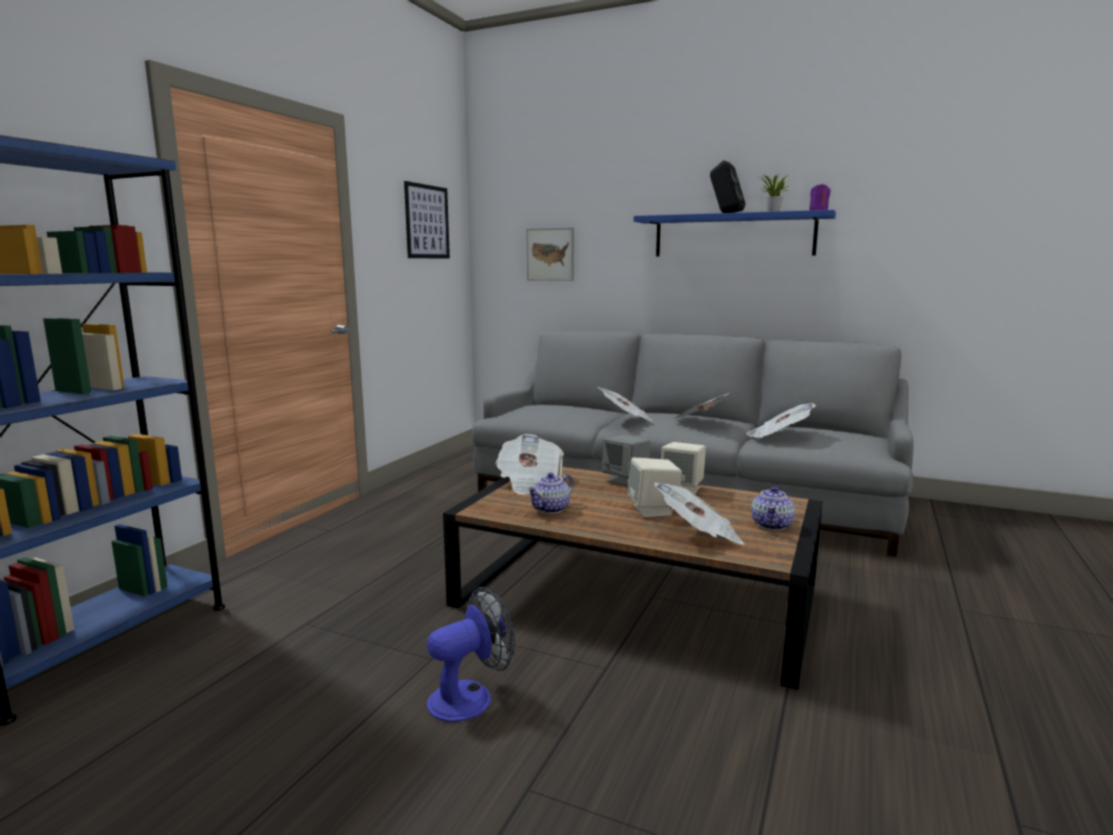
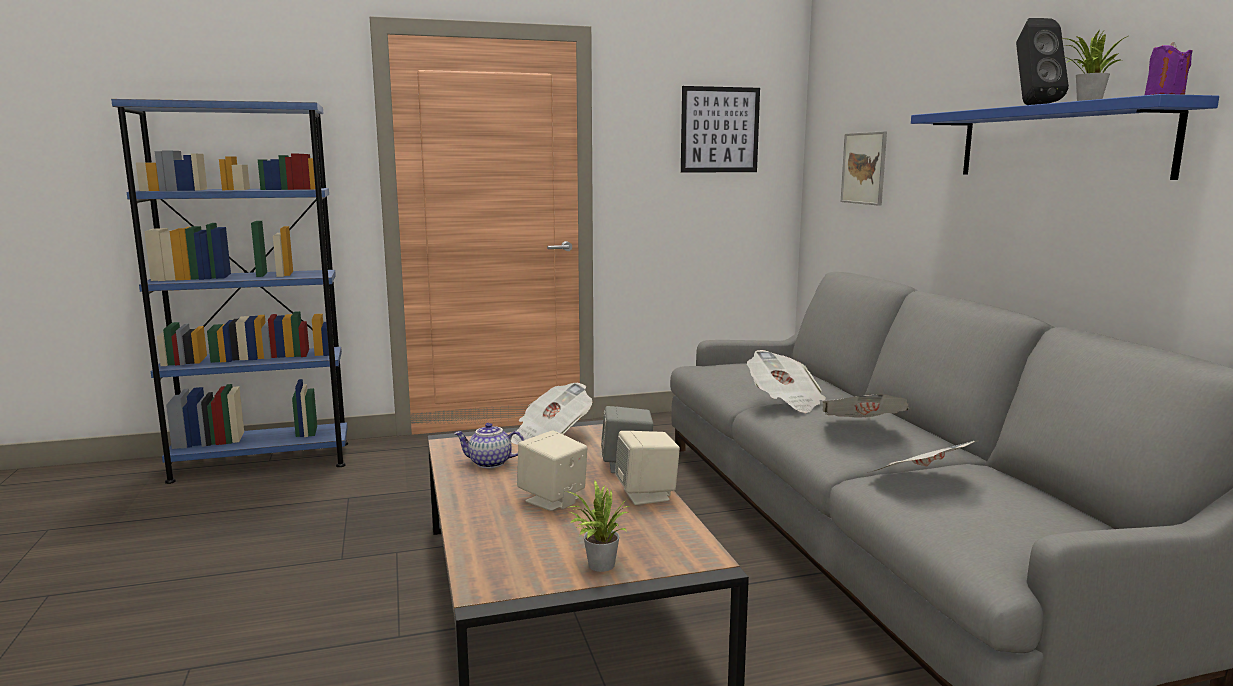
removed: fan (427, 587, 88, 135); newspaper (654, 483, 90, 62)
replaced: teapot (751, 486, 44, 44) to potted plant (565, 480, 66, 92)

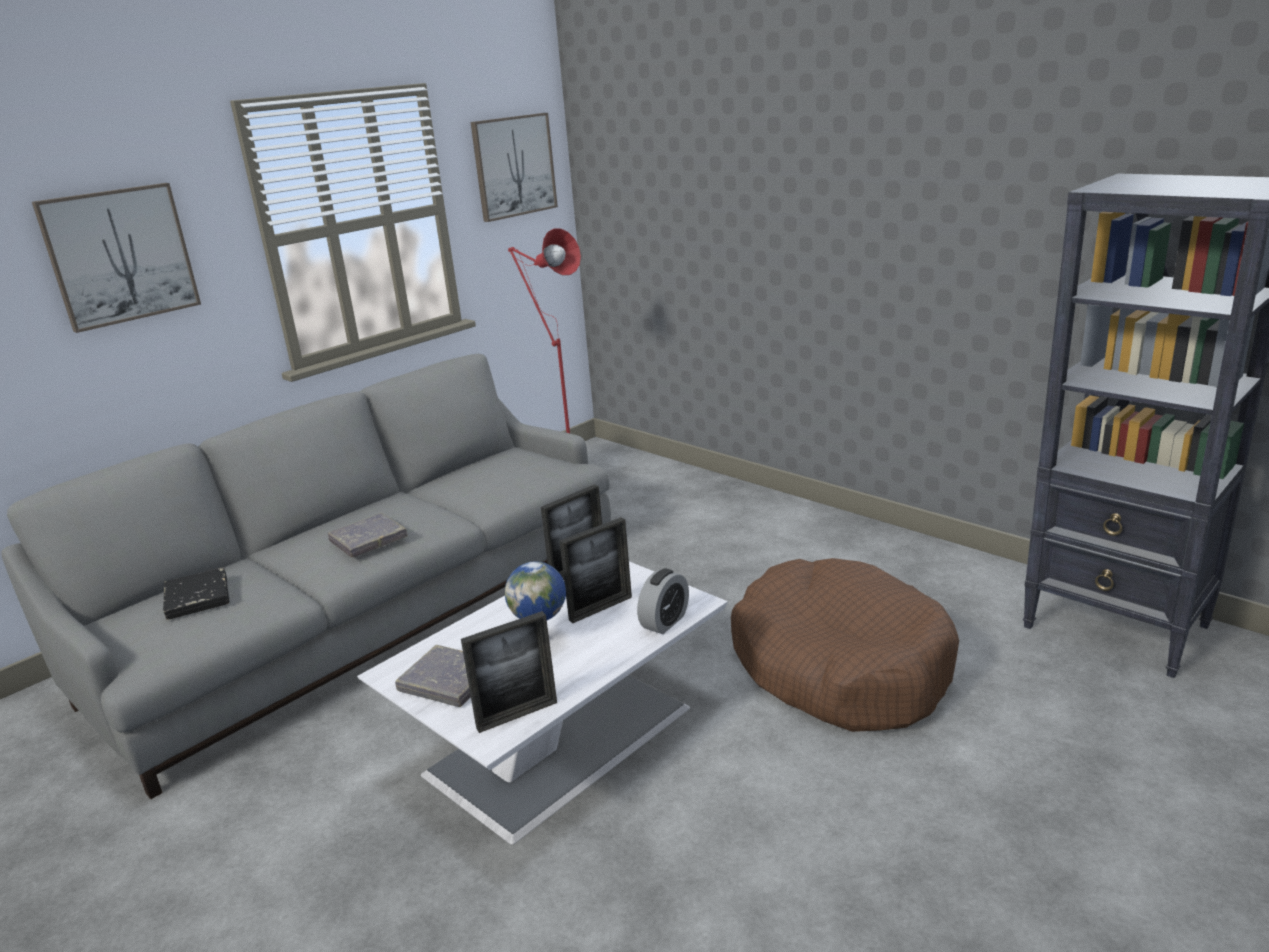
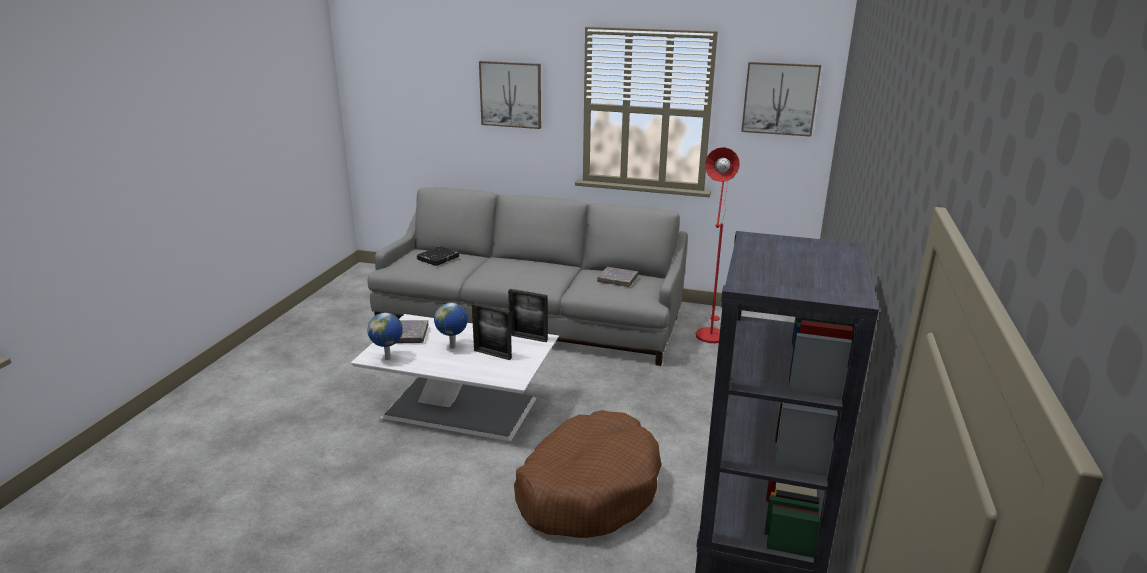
removed: alarm clock (637, 568, 52, 66)
moved: grey book (328, 513, 80, 44) to (597, 267, 41, 20)
replaced: picture frame (461, 611, 96, 122) to globe (367, 313, 36, 47)

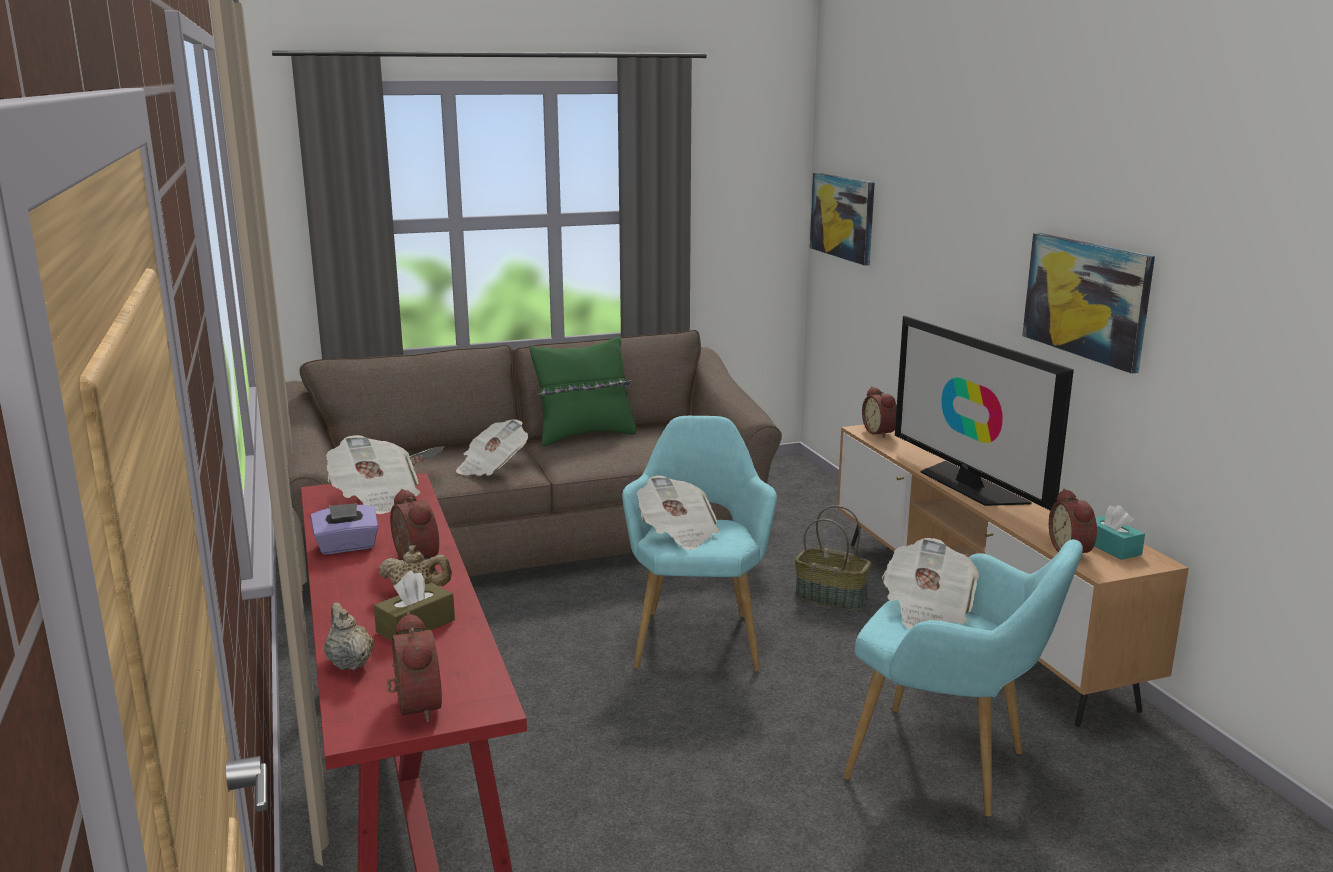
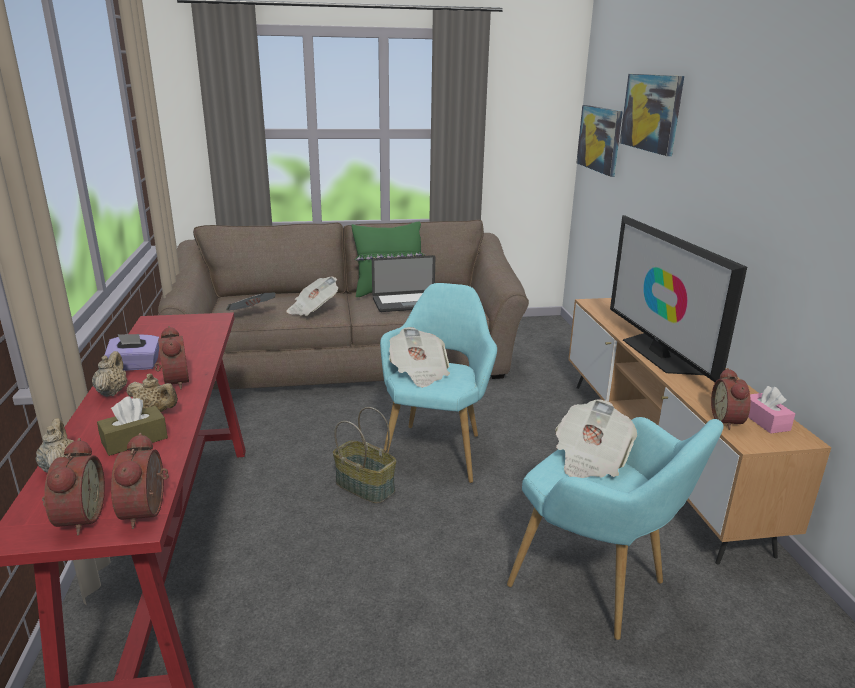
removed: newspaper (326, 435, 94, 79)
added: beige teapot (92, 351, 36, 46); laptop (372, 255, 63, 57)
moved: alarm clock (862, 387, 35, 51) to (111, 433, 58, 96); basket (795, 505, 76, 106) to (333, 407, 63, 96); picture (1022, 233, 133, 141) to (620, 74, 64, 82)
recoloured: turquoise tissue box (1094, 505, 51, 55) to pink tissue box (748, 386, 47, 48)

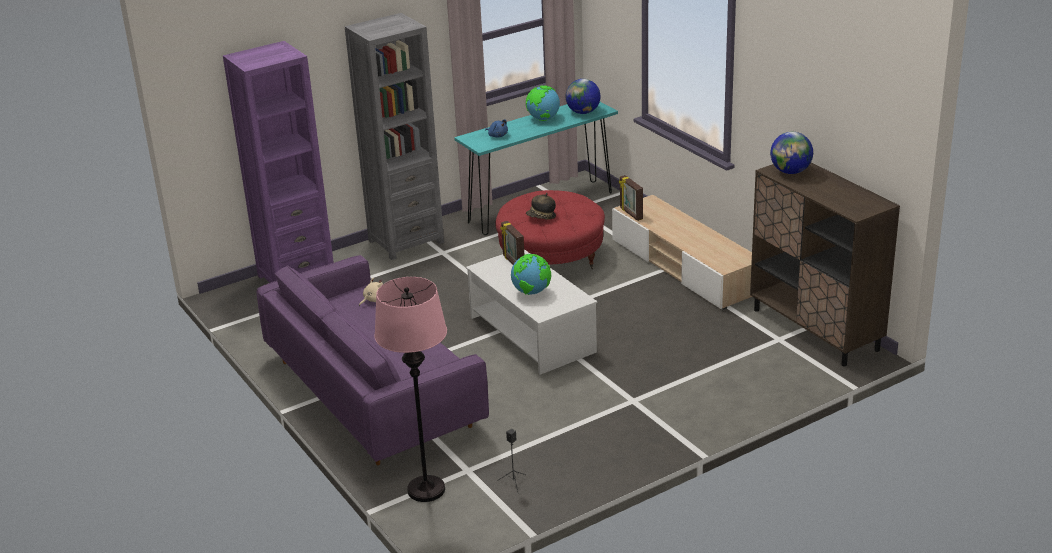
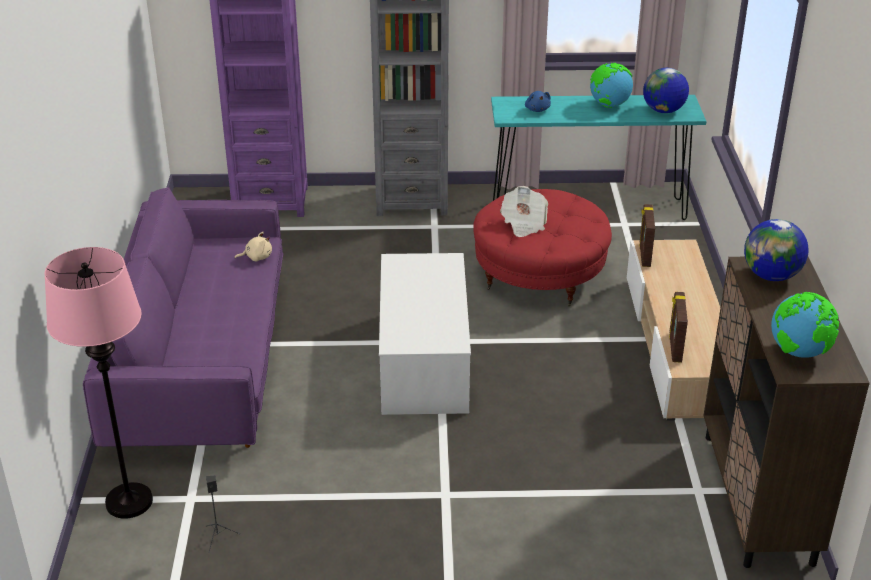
moved: picture frame (500, 221, 24, 44) to (669, 292, 19, 71); globe (511, 254, 40, 41) to (771, 292, 68, 66)
replaced: hat (526, 193, 30, 27) to newspaper (500, 186, 48, 51)

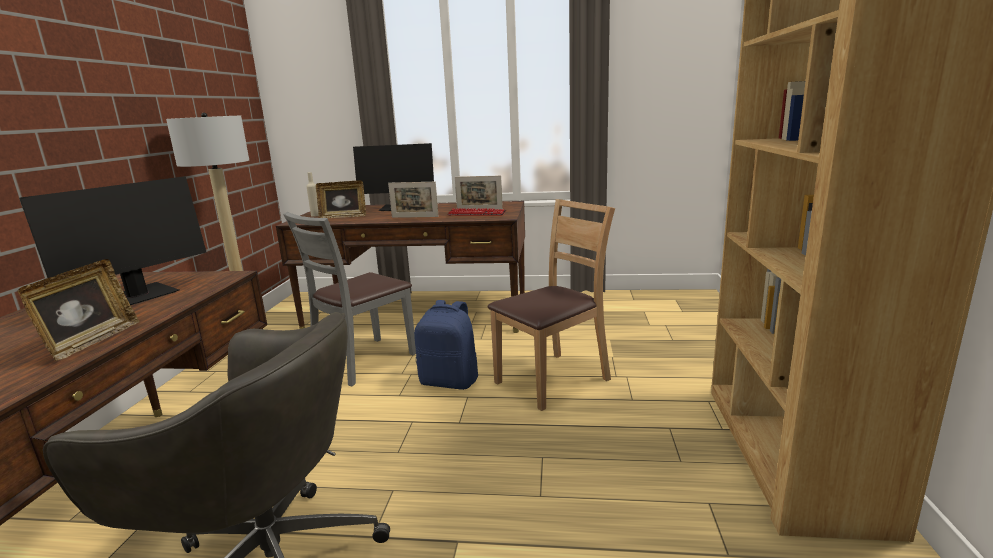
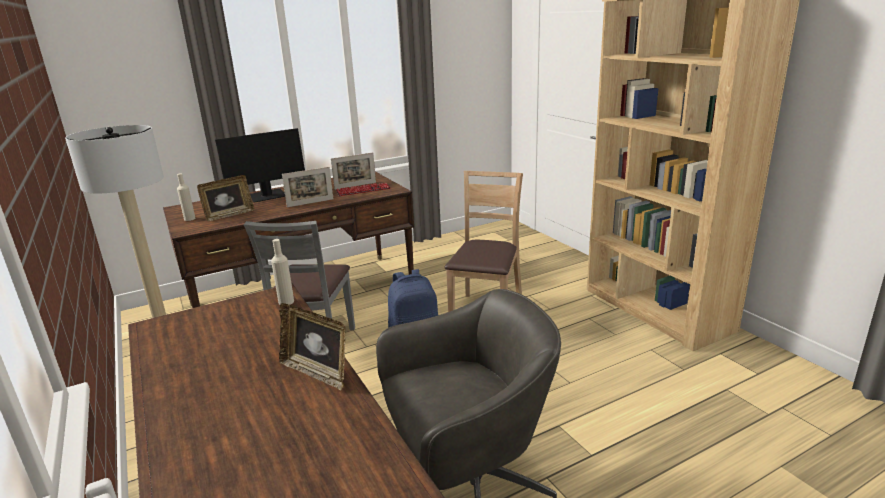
removed: monitor (19, 176, 188, 130)
added: beige bottle (271, 239, 23, 66)
turned: picture frame (17, 259, 123, 102) = (279, 303, 67, 88) 150 degrees clockwise

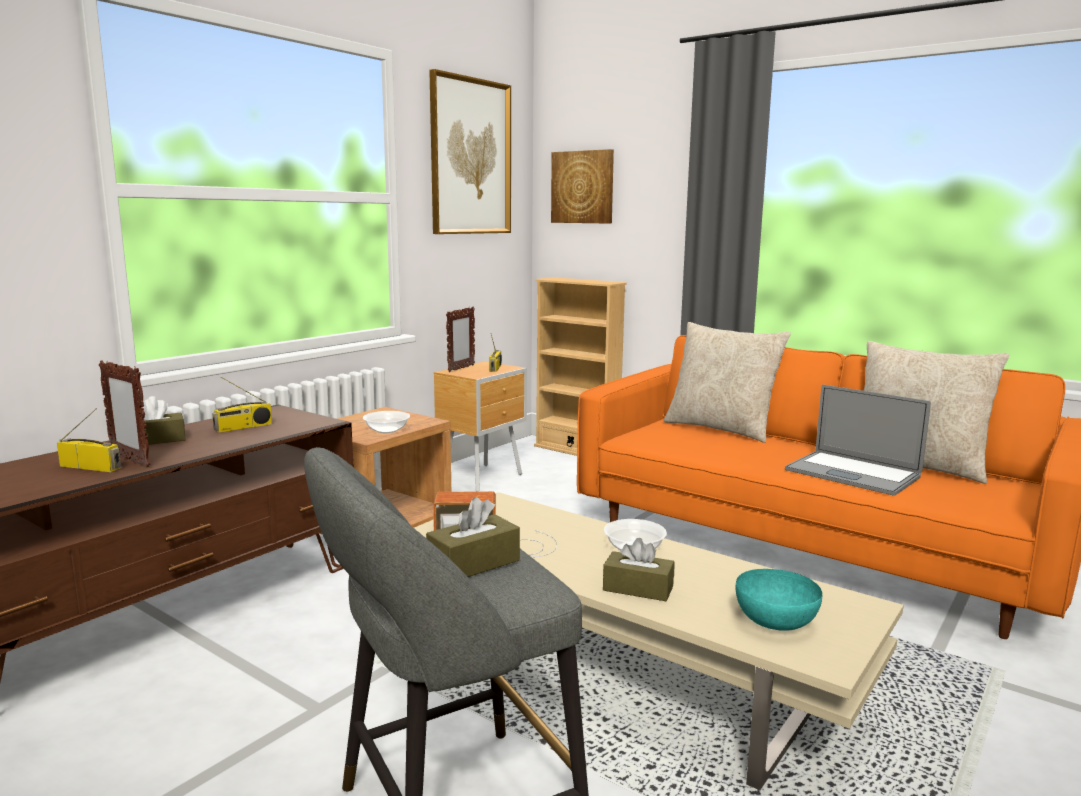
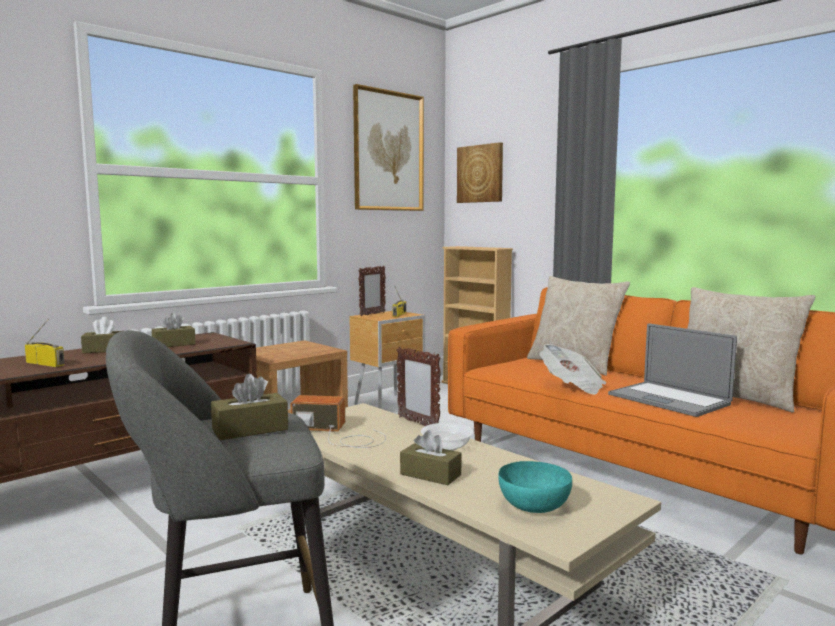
removed: bowl (363, 411, 47, 22)
added: newspaper (540, 344, 66, 51)
moved: picture frame (99, 360, 51, 107) to (396, 347, 45, 79)
replaced: radio (212, 377, 60, 56) to brown tissue box (152, 313, 44, 34)

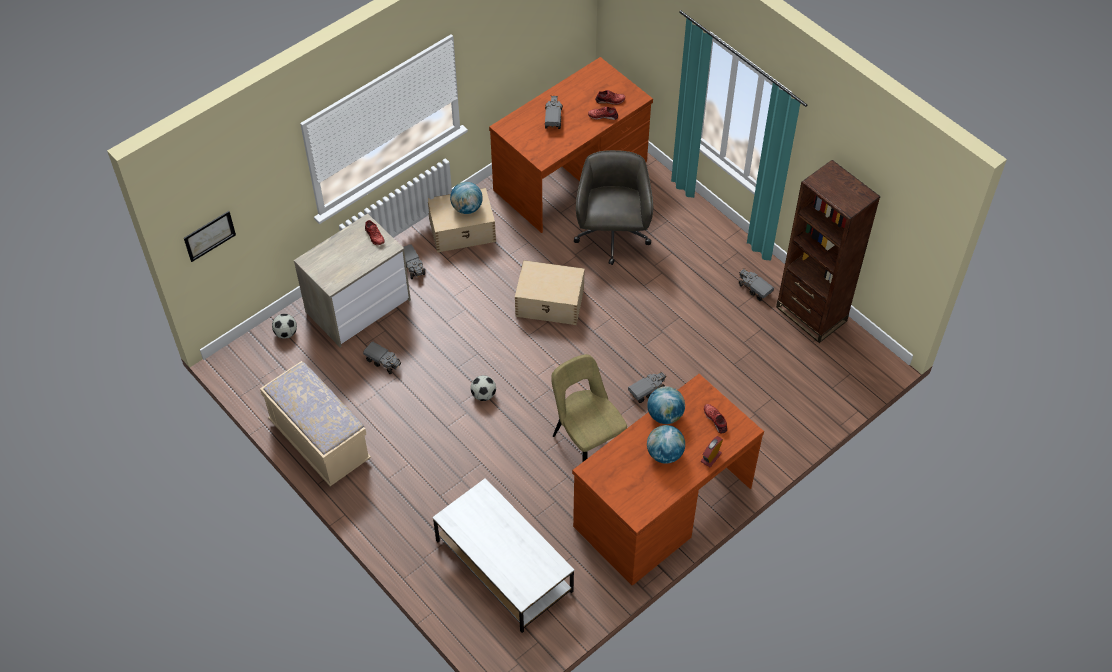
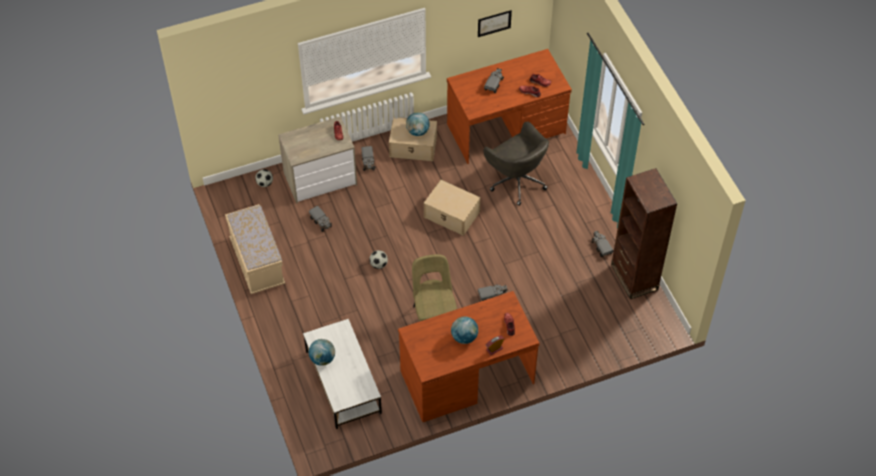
moved: globe (647, 386, 38, 38) to (309, 339, 26, 27); picture (184, 211, 52, 51) to (478, 10, 34, 27)
turned: grey office chair (574, 150, 79, 115) = (483, 122, 66, 84) 120 degrees clockwise

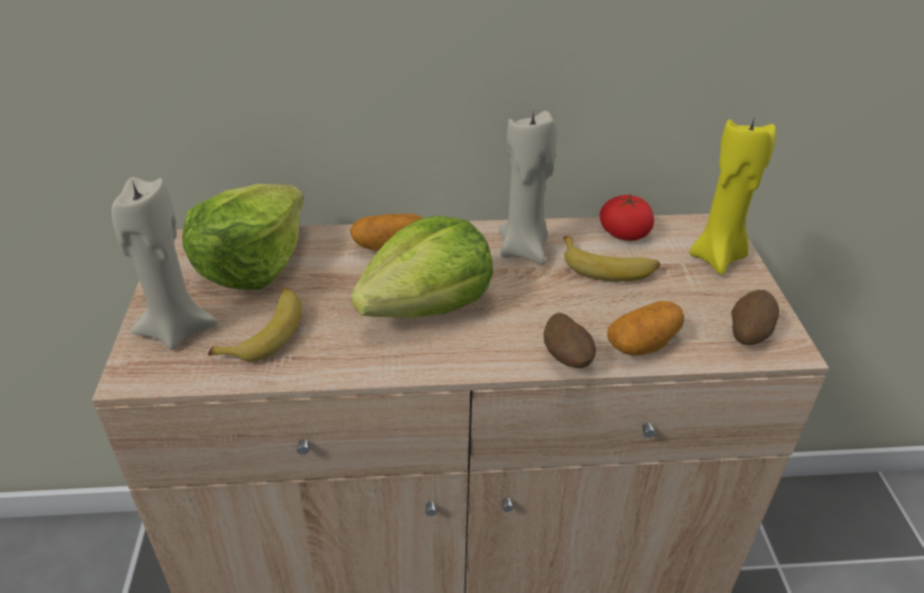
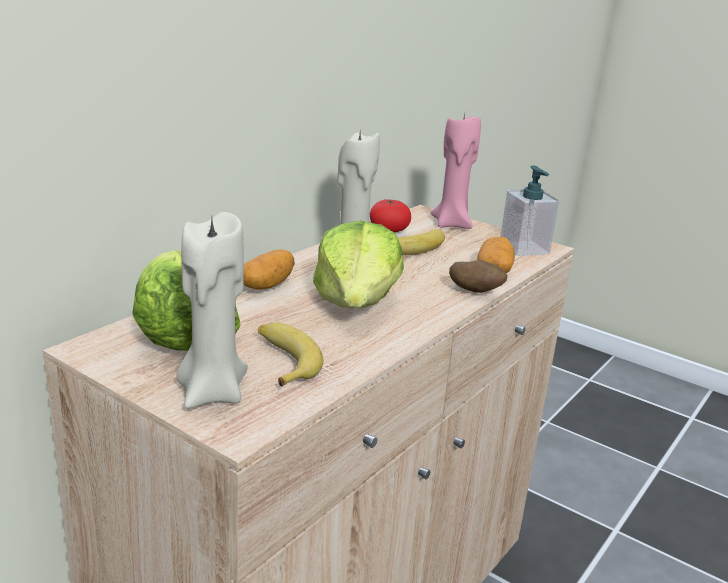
replaced: potato (732, 290, 47, 55) to soap dispenser (500, 166, 59, 90)
recoloured: yellow candle (690, 116, 86, 159) to pink candle (430, 113, 51, 116)

